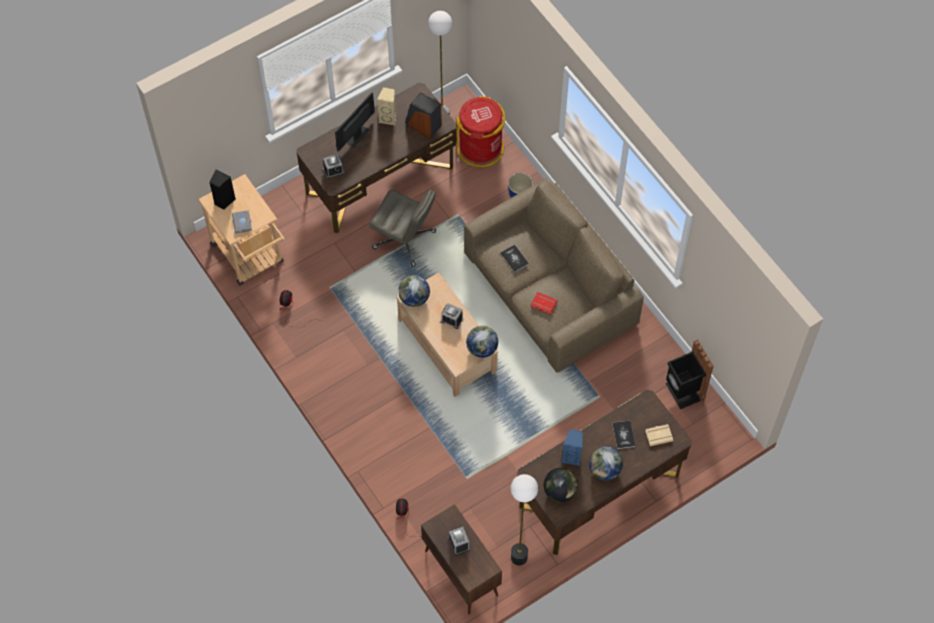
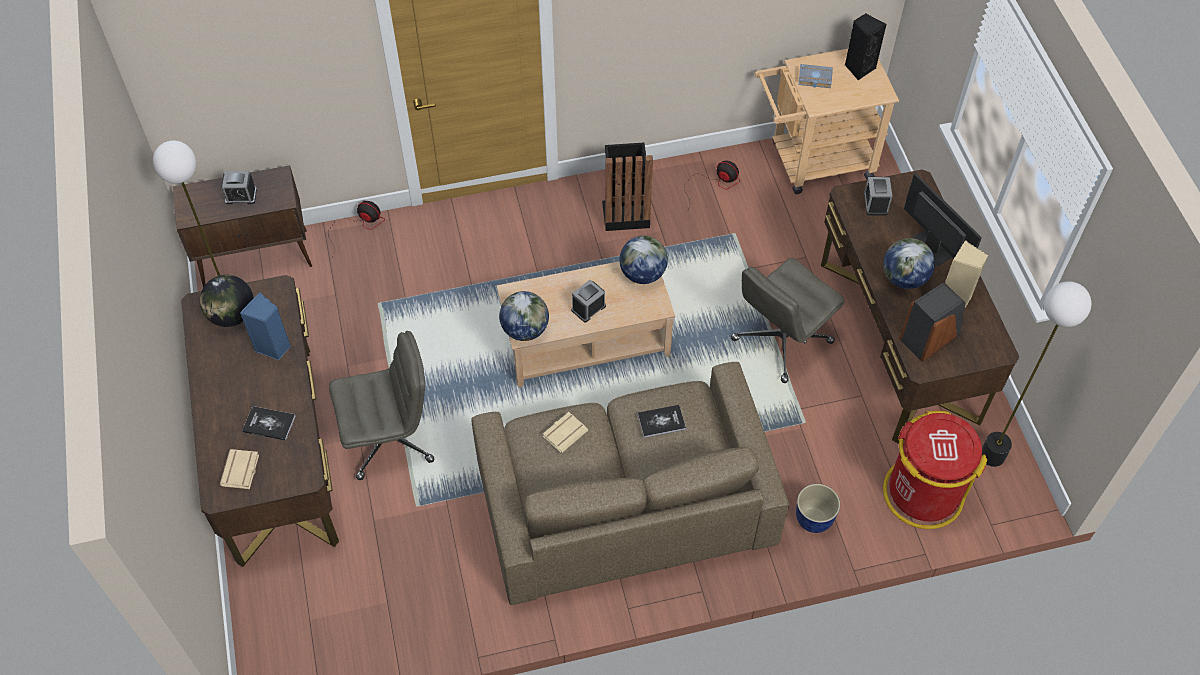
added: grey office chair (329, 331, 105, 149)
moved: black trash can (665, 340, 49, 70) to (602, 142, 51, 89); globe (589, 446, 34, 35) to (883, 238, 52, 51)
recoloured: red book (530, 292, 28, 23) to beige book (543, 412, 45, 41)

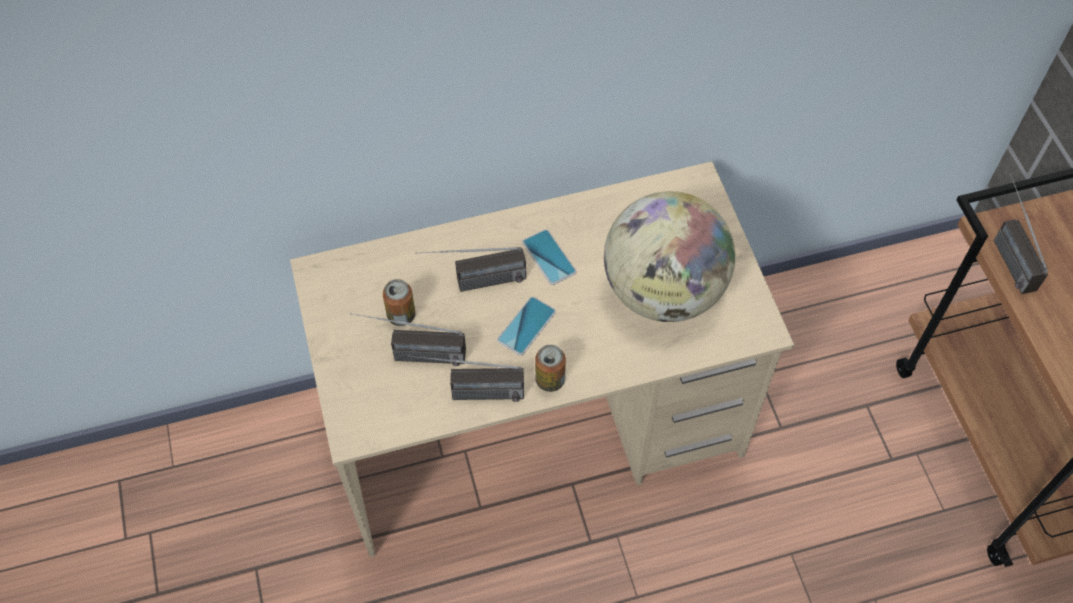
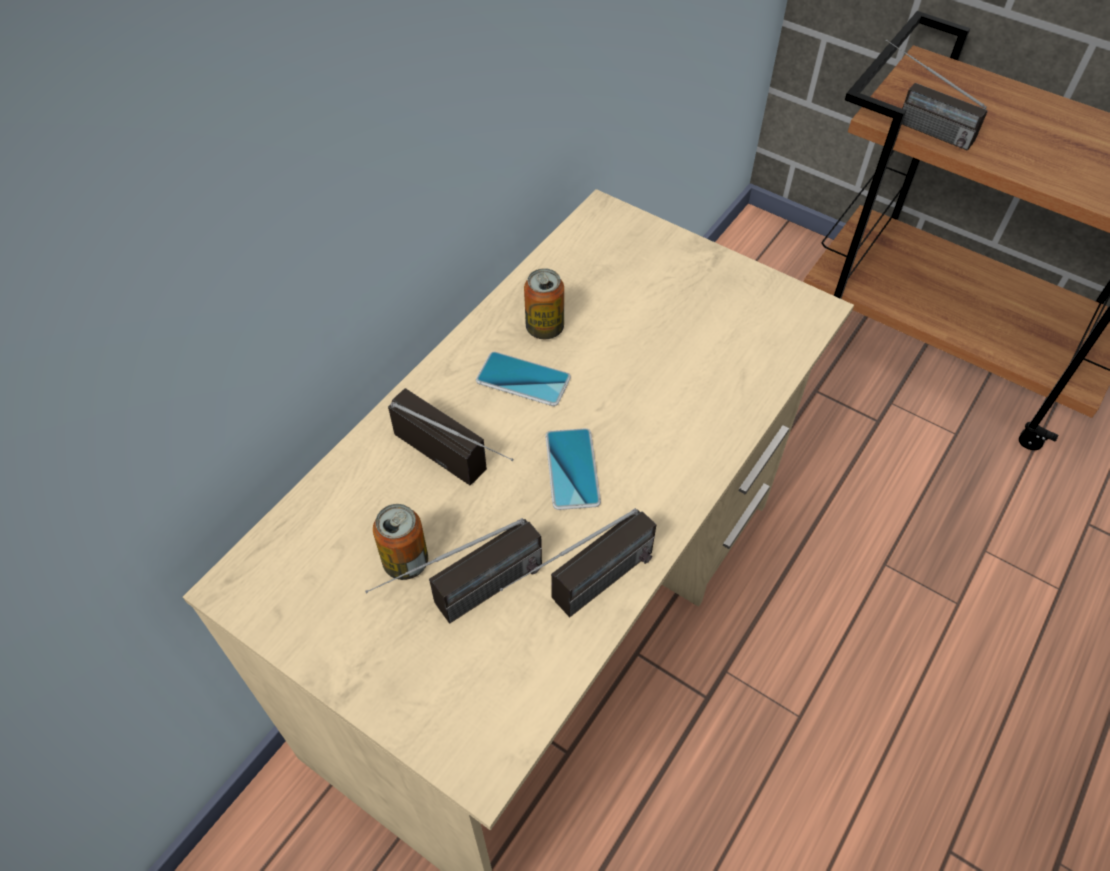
removed: globe (604, 191, 131, 131)
moved: can (535, 345, 31, 47) to (524, 268, 40, 71)
turned: radio (416, 247, 110, 45) = (388, 388, 126, 97) 90 degrees counterclockwise

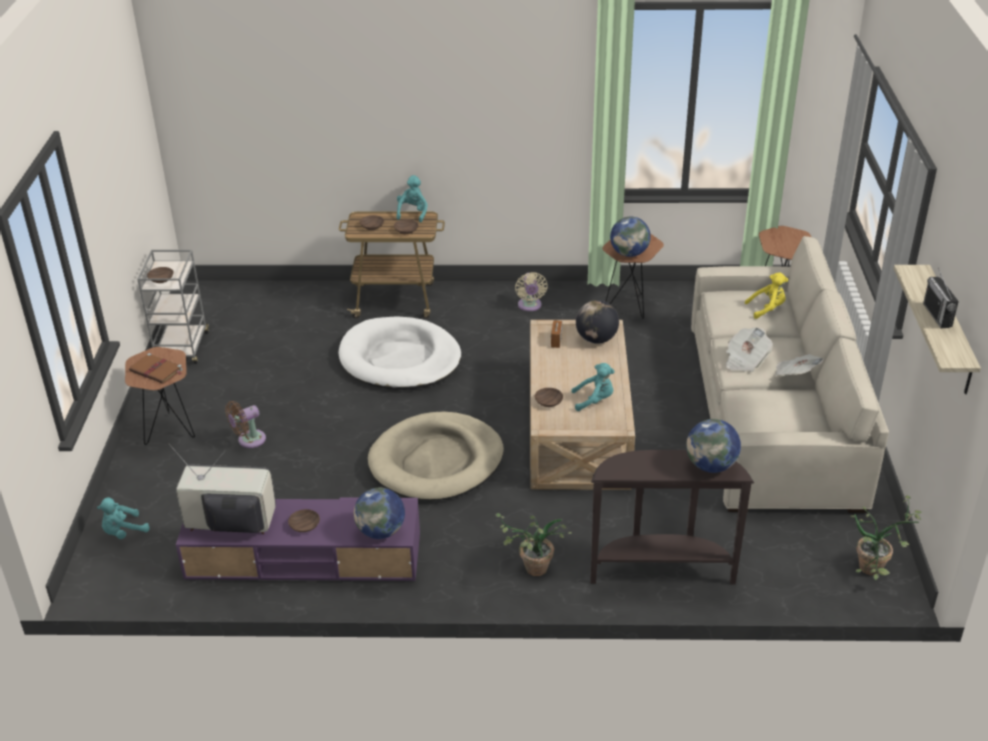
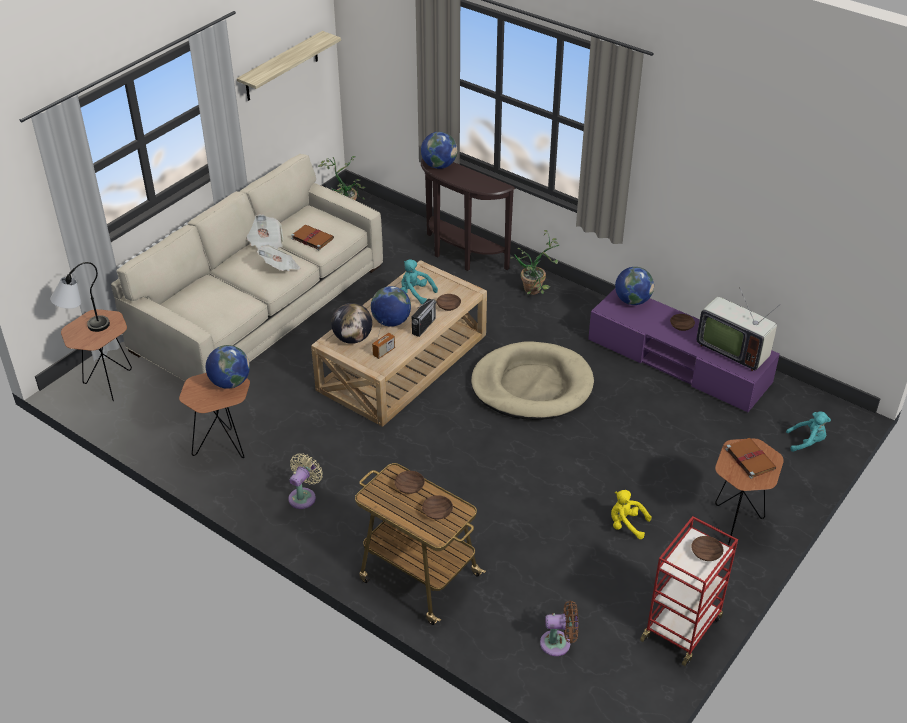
removed: white dog bed (338, 316, 123, 74); turquoise plush toy (396, 175, 32, 47)
added: table lamp (50, 262, 60, 70); brown book (291, 225, 43, 25); globe (371, 286, 40, 41)
moved: radio (923, 268, 36, 60) to (412, 299, 24, 38); brown fan (225, 401, 41, 47) to (540, 600, 38, 56); yellow plush toy (745, 273, 43, 46) to (611, 490, 41, 49)
recoloured: grey cart (137, 250, 73, 114) to red cart (640, 516, 98, 150)

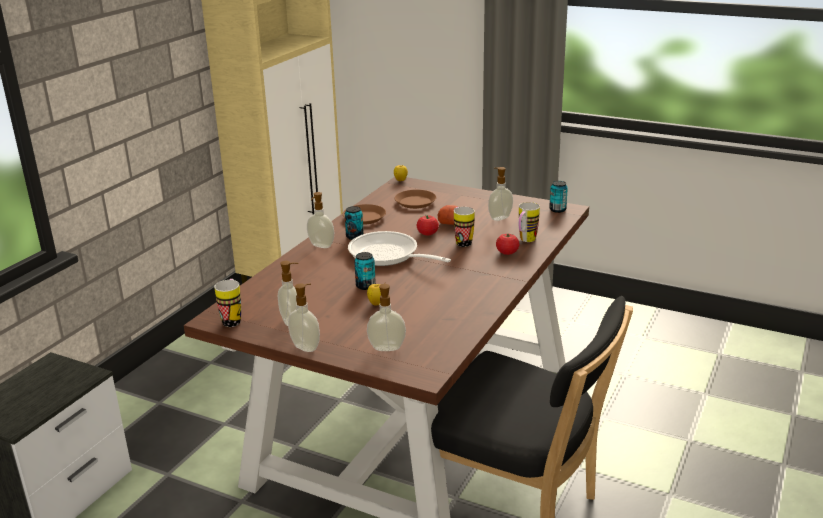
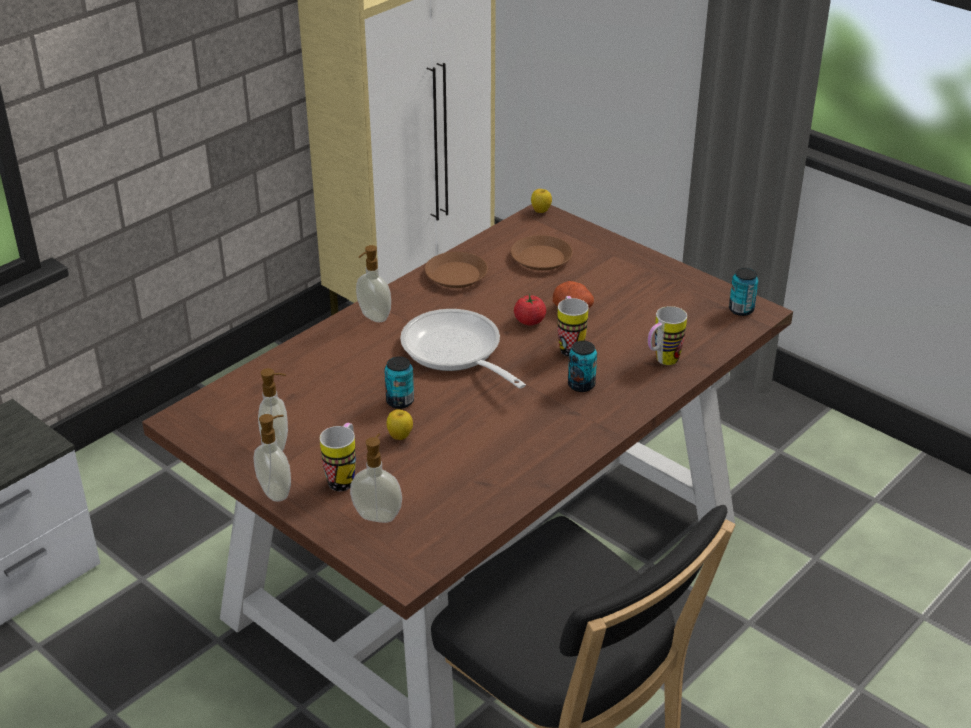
removed: soap dispenser (488, 167, 25, 54); tomato (496, 234, 23, 21)
moved: mug (214, 279, 27, 48) to (320, 423, 36, 68); can (345, 206, 19, 34) to (568, 341, 29, 51)

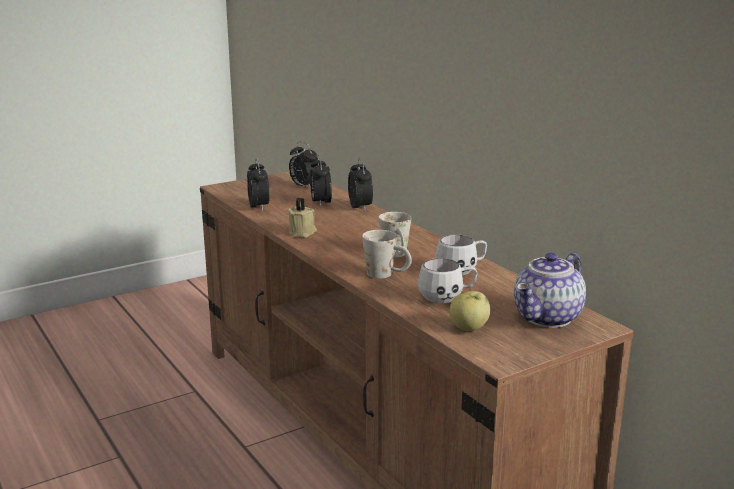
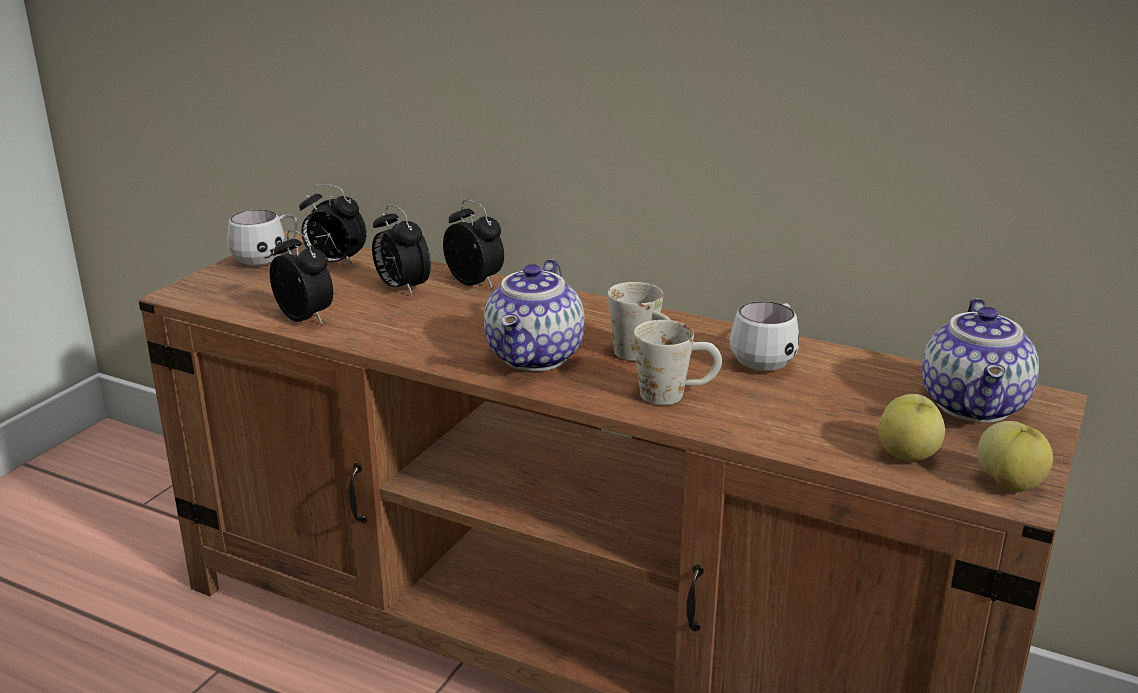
removed: beige candle (288, 198, 29, 40)
added: teapot (484, 259, 101, 112); apple (977, 421, 76, 71)
moved: white mug (418, 258, 60, 46) to (227, 209, 70, 57)

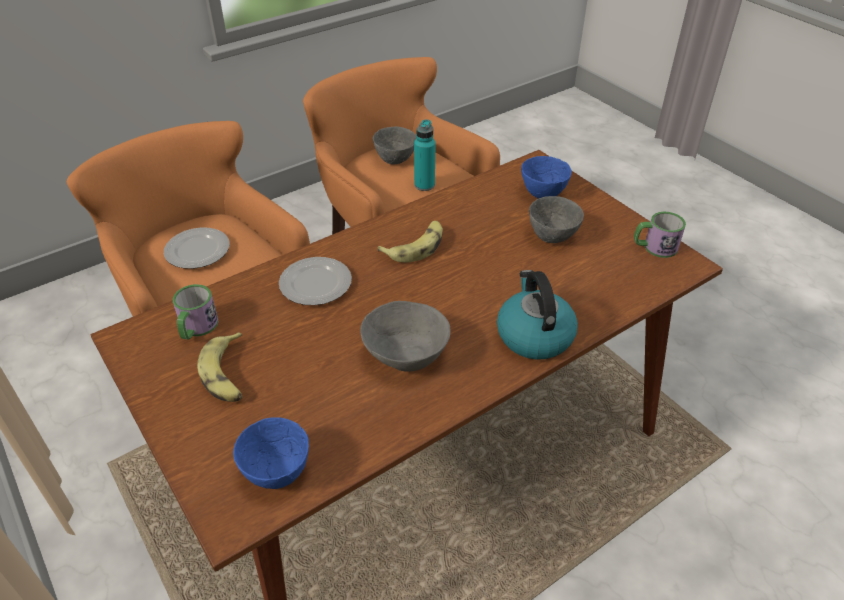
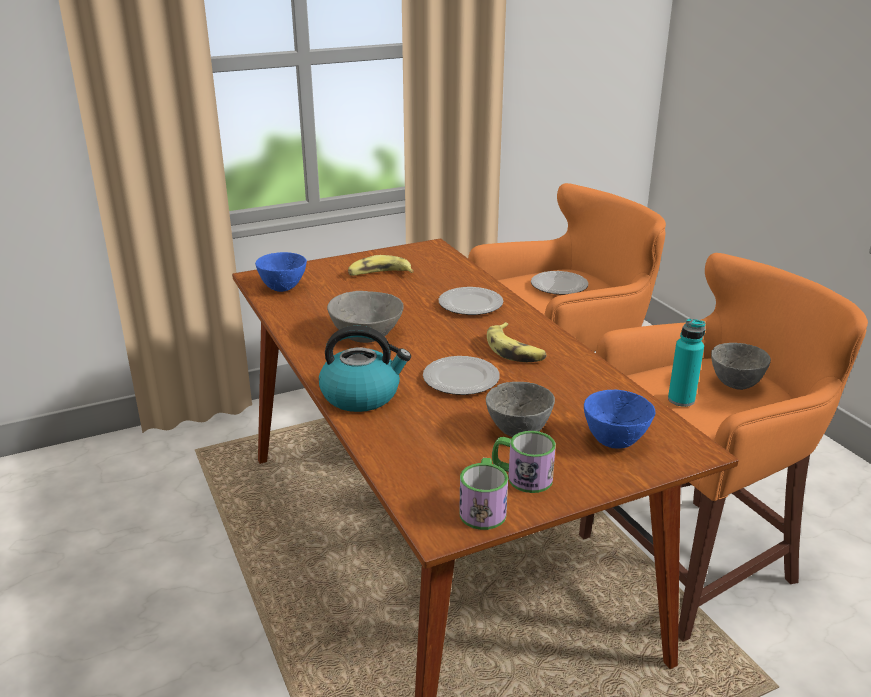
added: plate (423, 356, 77, 39)
moved: mug (173, 284, 45, 55) to (492, 431, 64, 62)

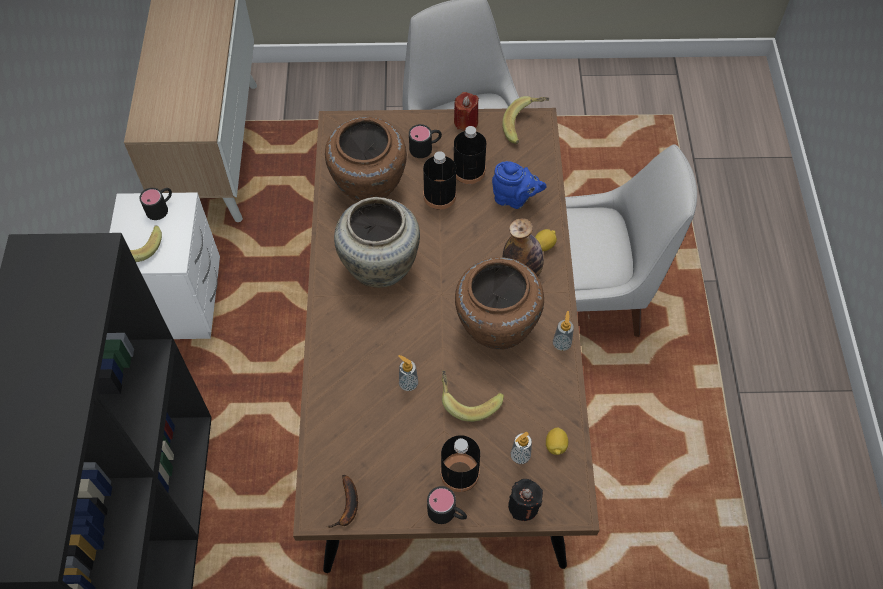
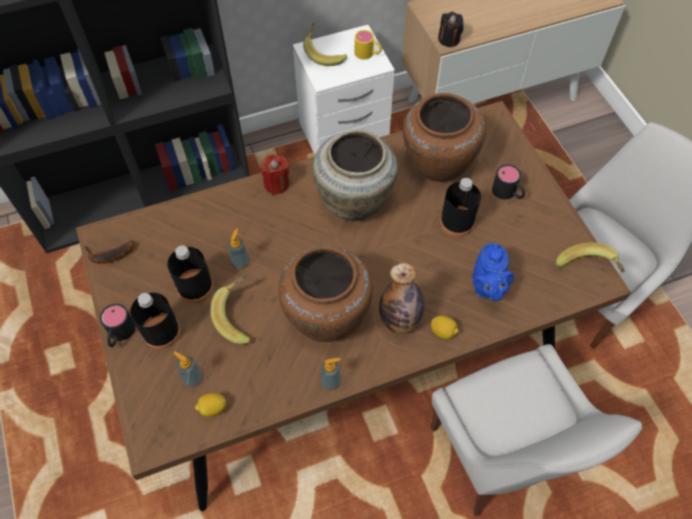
moved: black bottle (454, 126, 32, 58) to (167, 245, 47, 58); red candle (454, 92, 25, 39) to (261, 154, 28, 41); black candle (508, 479, 35, 42) to (438, 12, 26, 35)
recoloured: black mug (139, 188, 33, 32) to yellow mug (355, 30, 27, 30)

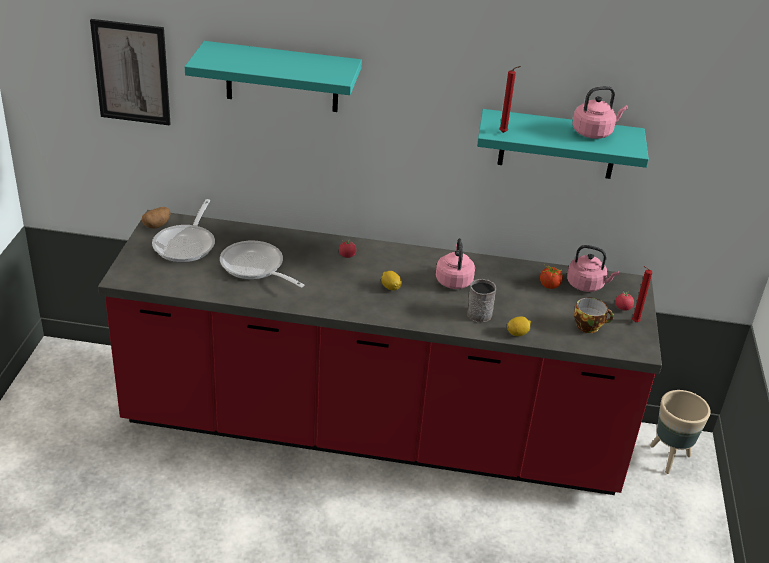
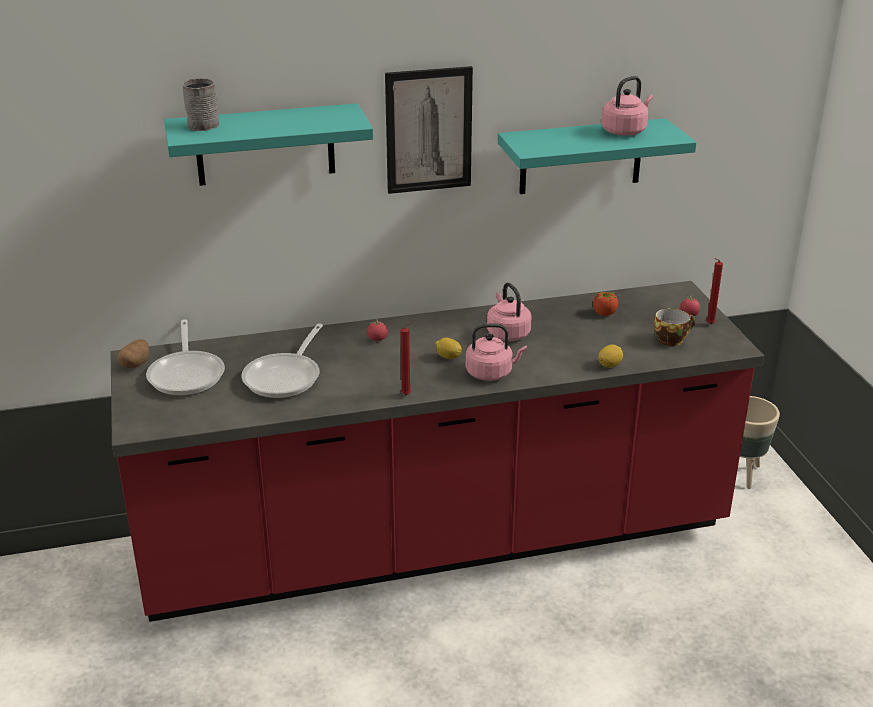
moved: grey mug (467, 279, 29, 44) to (182, 78, 37, 53); picture (90, 19, 81, 107) to (385, 66, 88, 128); red candle (499, 66, 22, 67) to (401, 321, 13, 74); pink kettle (567, 245, 52, 47) to (466, 323, 61, 58)
turned: frying pan (220, 241, 84, 47) = (242, 323, 81, 75) 90 degrees counterclockwise

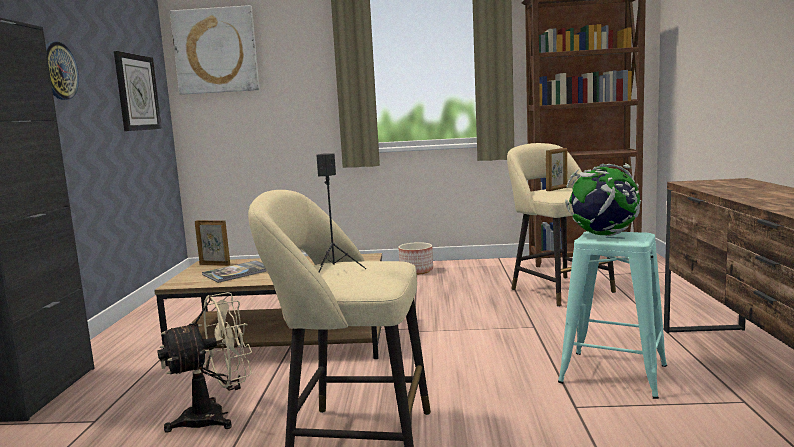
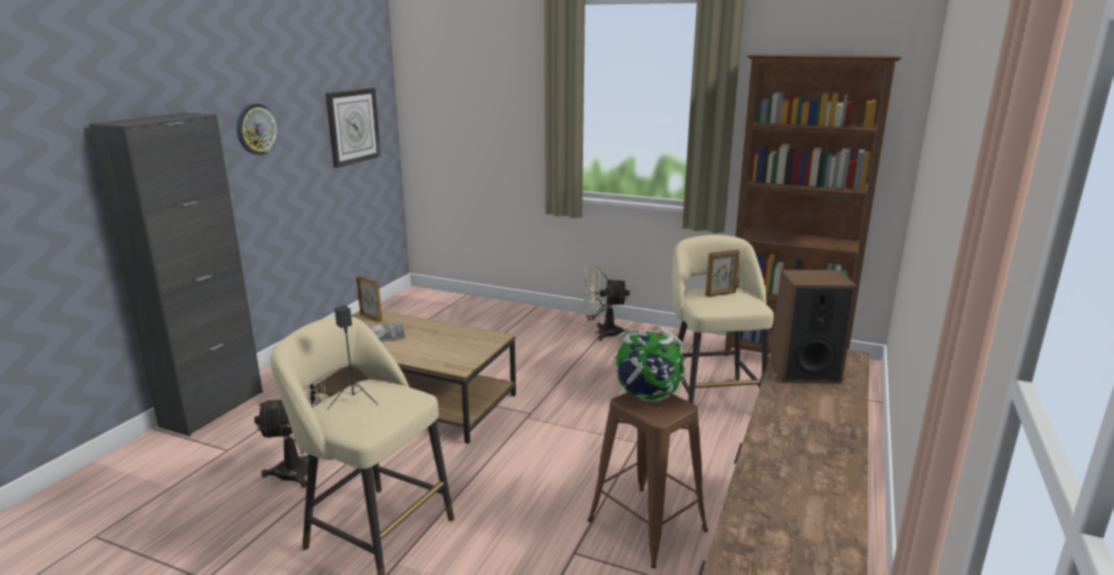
removed: picture (170, 5, 89, 90)
added: speaker (770, 270, 87, 114)
replaced: planter (398, 242, 35, 33) to beige fan (584, 266, 46, 75)
recoloured: turquoise stool (558, 231, 109, 168) to brown stool (588, 392, 120, 176)

